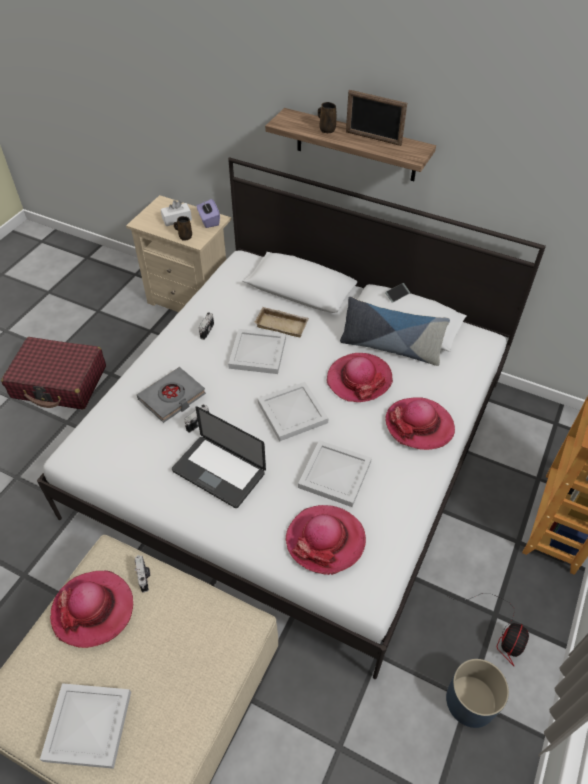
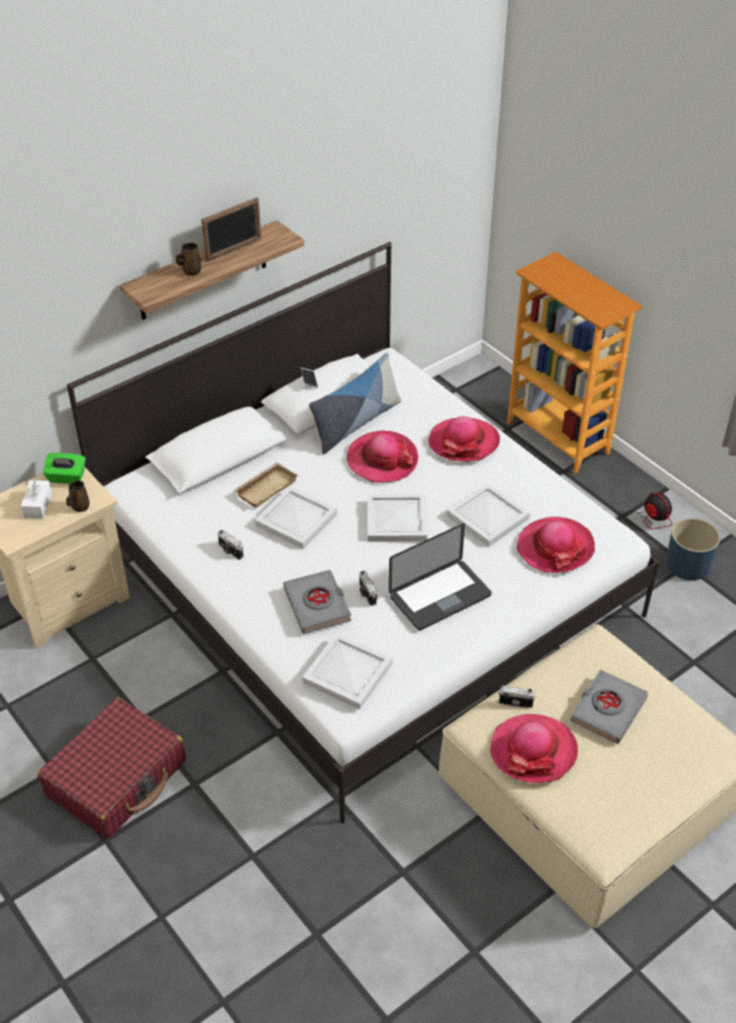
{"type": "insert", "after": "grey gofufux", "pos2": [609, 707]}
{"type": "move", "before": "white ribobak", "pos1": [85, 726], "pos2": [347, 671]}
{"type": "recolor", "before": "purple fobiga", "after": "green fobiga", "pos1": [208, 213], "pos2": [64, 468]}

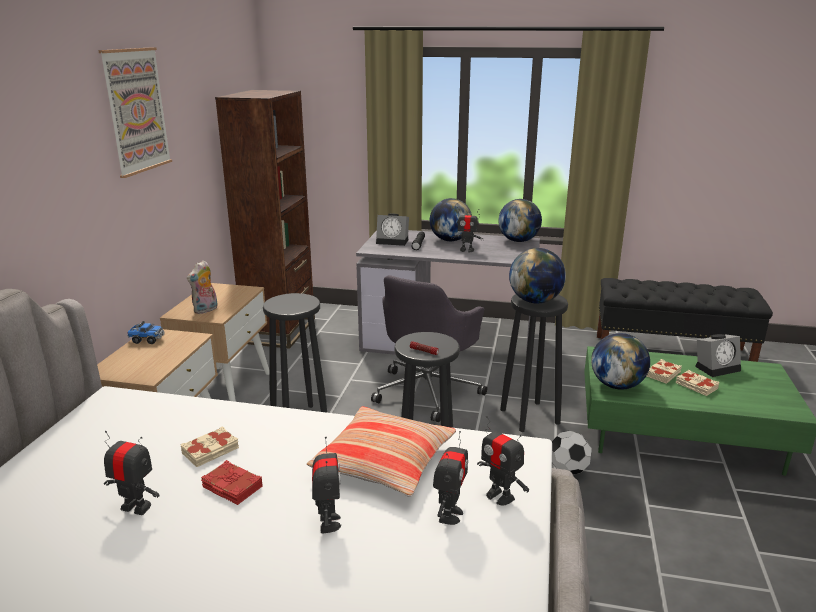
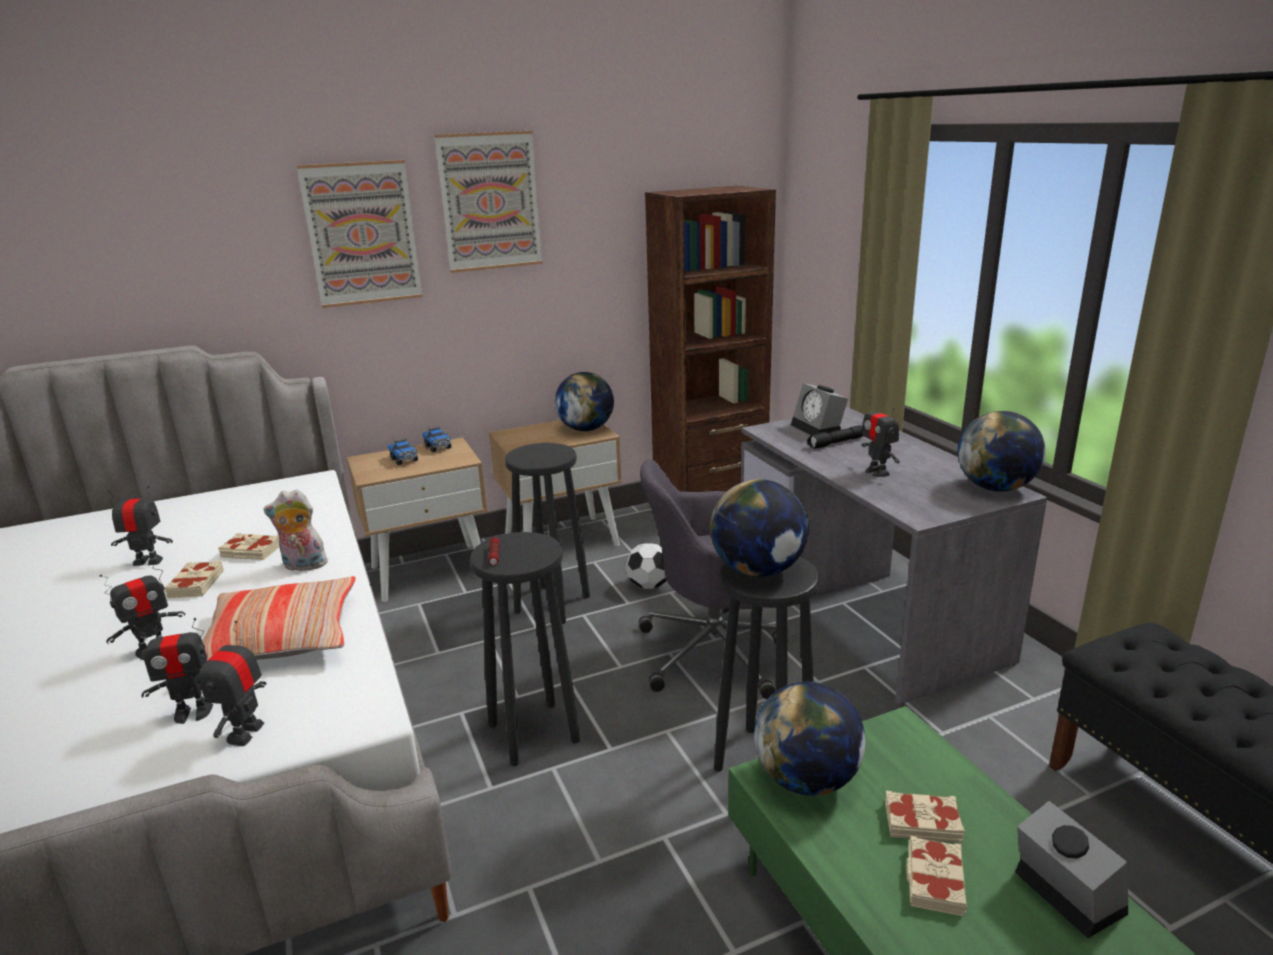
{"type": "insert", "after": "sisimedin", "pos2": [360, 234]}
{"type": "insert", "after": "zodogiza", "pos2": [403, 452]}
{"type": "move", "before": "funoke", "pos1": [202, 287], "pos2": [295, 531]}
{"type": "move", "before": "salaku", "pos1": [451, 219], "pos2": [584, 401]}
{"type": "move", "before": "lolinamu", "pos1": [572, 452], "pos2": [646, 566]}
{"type": "recolor", "before": "red gofufux", "after": "beige gofufux", "pos1": [231, 482], "pos2": [194, 579]}
{"type": "rotate", "before": "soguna", "pos1": [132, 473], "pos2": [140, 526], "turn": -75}
{"type": "rotate", "before": "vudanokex", "pos1": [718, 355], "pos2": [1071, 869], "turn": -150}

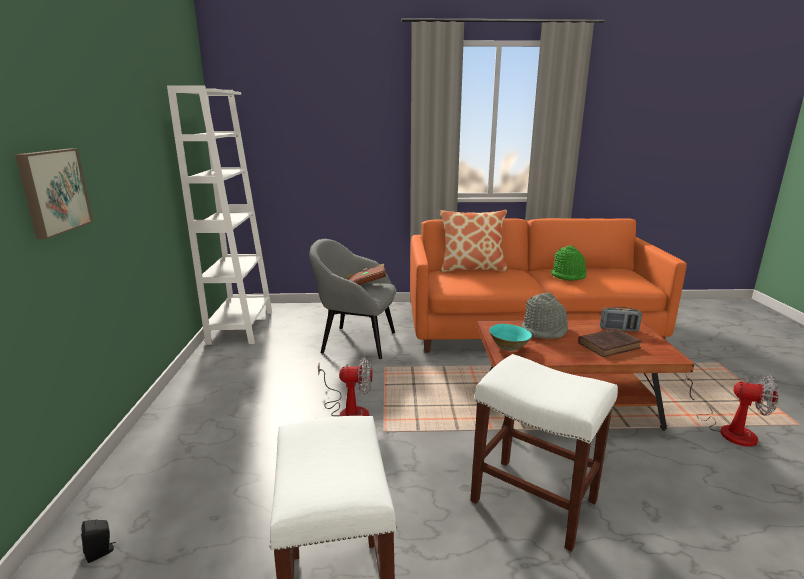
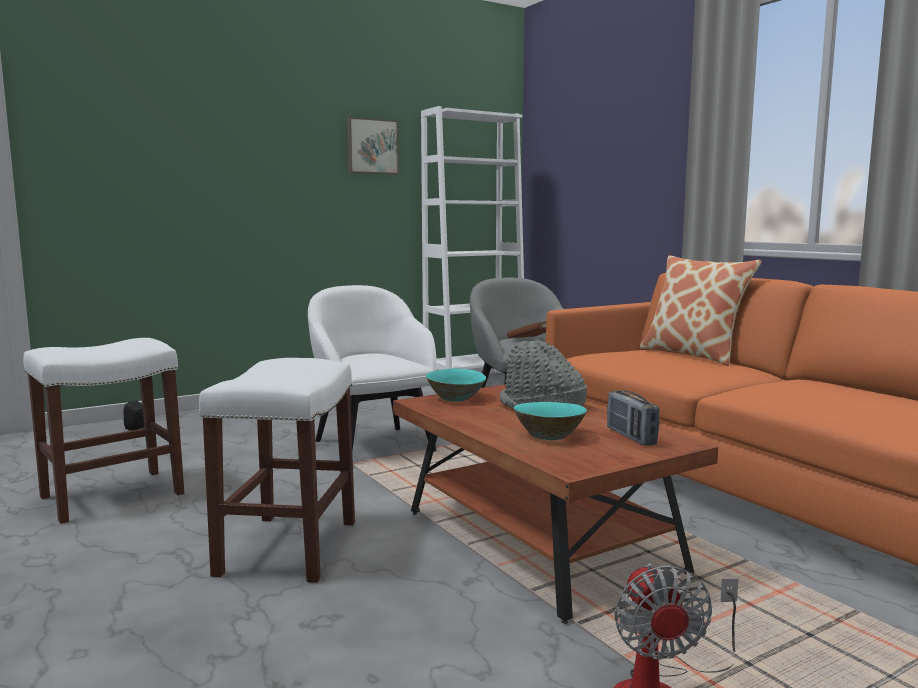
{"type": "delete", "before": "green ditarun", "pos1": [569, 262]}
{"type": "move", "before": "sisimedin", "pos1": [54, 194], "pos2": [373, 145]}
{"type": "replace", "before": "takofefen", "after": "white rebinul", "pos1": [345, 386], "pos2": [372, 368]}
{"type": "replace", "before": "brown gofufux", "after": "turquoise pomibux", "pos1": [610, 342], "pos2": [550, 421]}

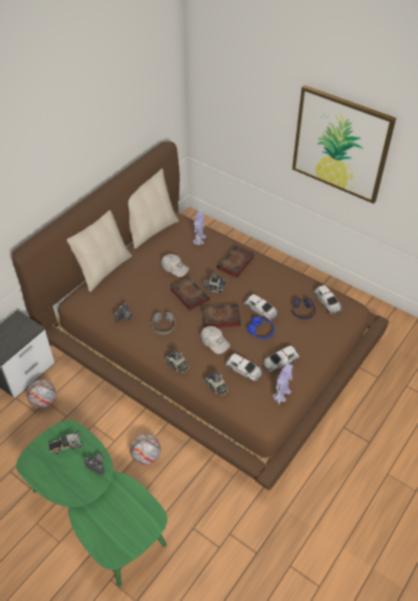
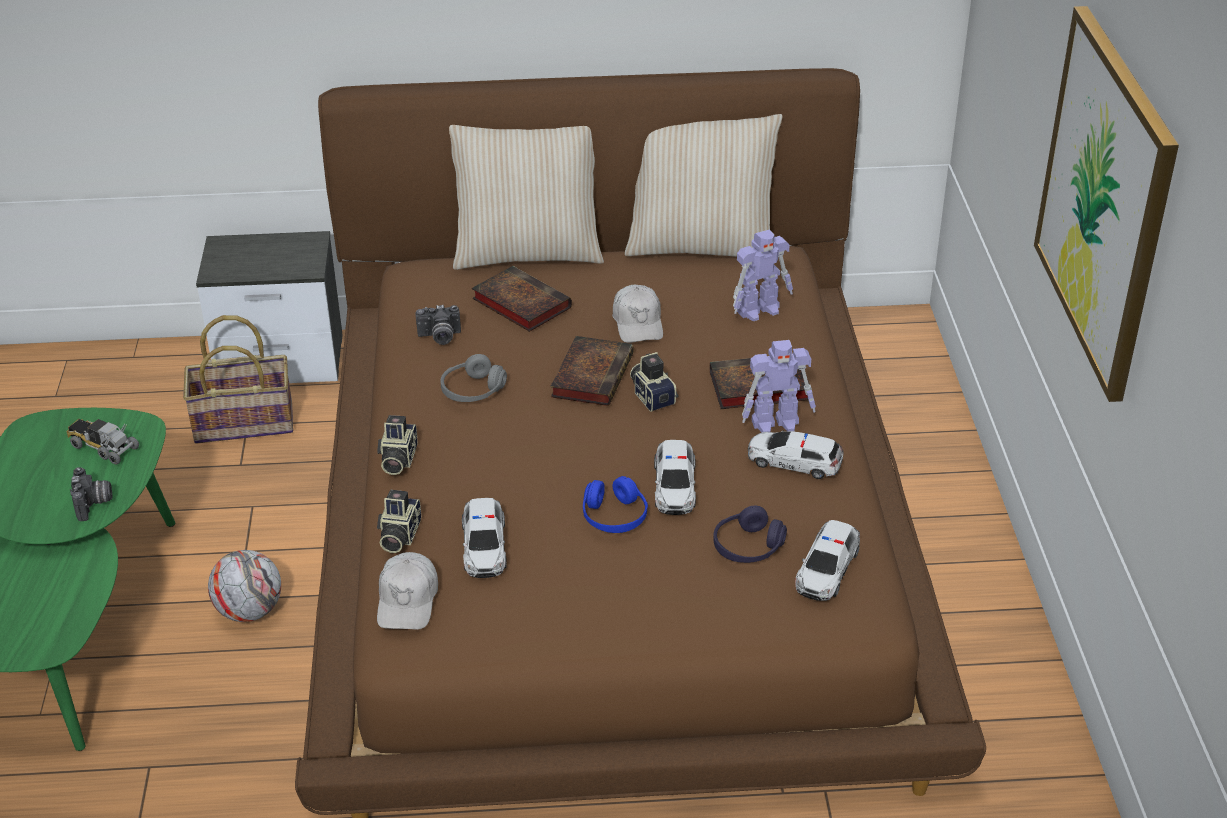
{"type": "move", "before": "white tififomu", "pos1": [215, 340], "pos2": [407, 591]}
{"type": "move", "before": "gofufux", "pos1": [221, 316], "pos2": [522, 299]}
{"type": "move", "before": "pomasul", "pos1": [281, 359], "pos2": [796, 454]}
{"type": "move", "before": "soguna", "pos1": [283, 383], "pos2": [779, 386]}
{"type": "replace", "before": "lolinamu", "after": "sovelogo", "pos1": [41, 394], "pos2": [238, 379]}

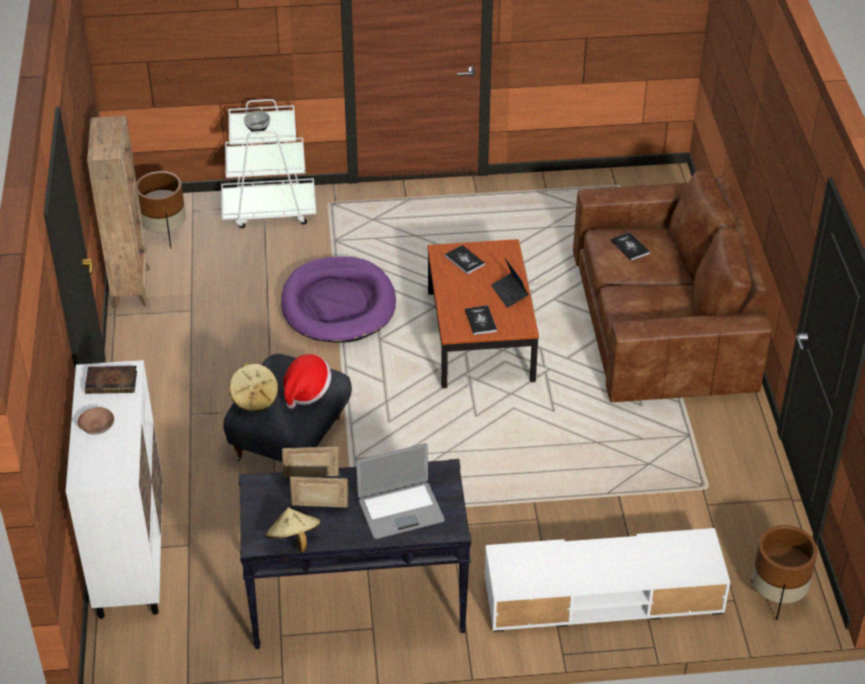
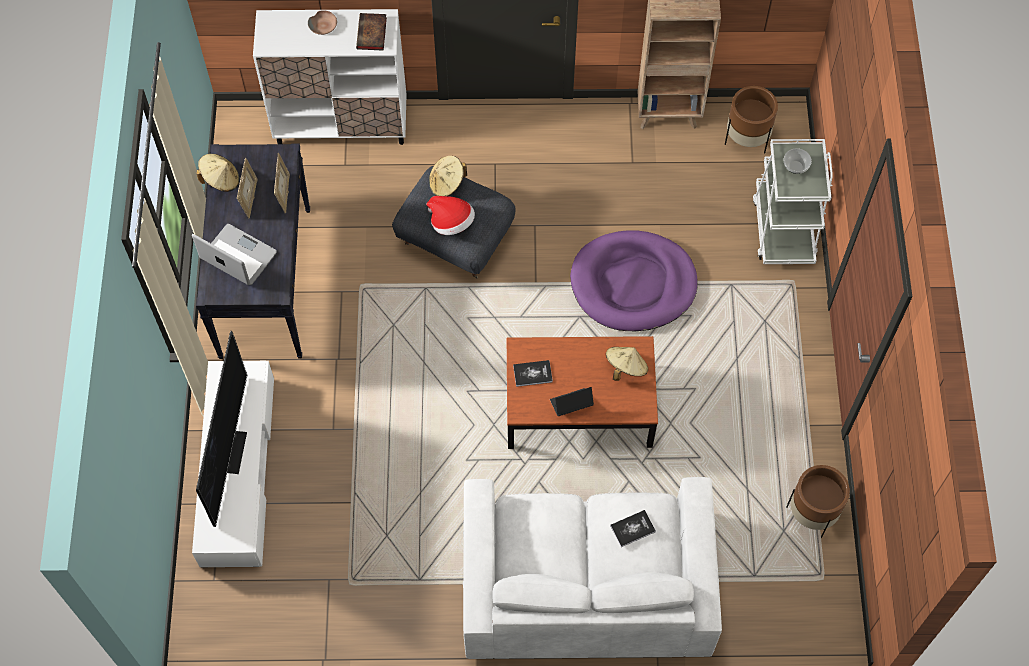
{"type": "insert", "after": "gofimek", "pos2": [221, 429]}
{"type": "move", "before": "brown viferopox", "pos1": [784, 572], "pos2": [818, 501]}
{"type": "replace", "before": "gofufux", "after": "beige ditarun", "pos1": [465, 259], "pos2": [627, 364]}
{"type": "recolor", "before": "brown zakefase", "after": "white zakefase", "pos1": [672, 286], "pos2": [592, 568]}
{"type": "rotate", "before": "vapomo", "pos1": [400, 491], "pos2": [234, 254], "turn": 135}

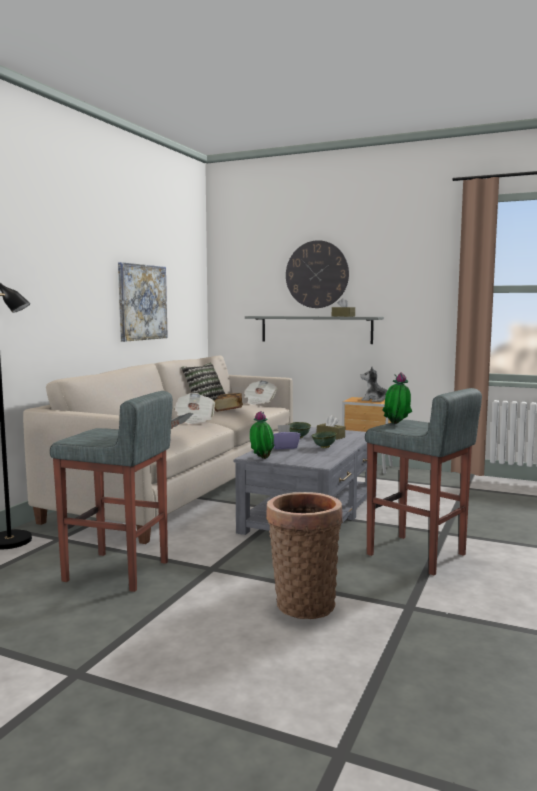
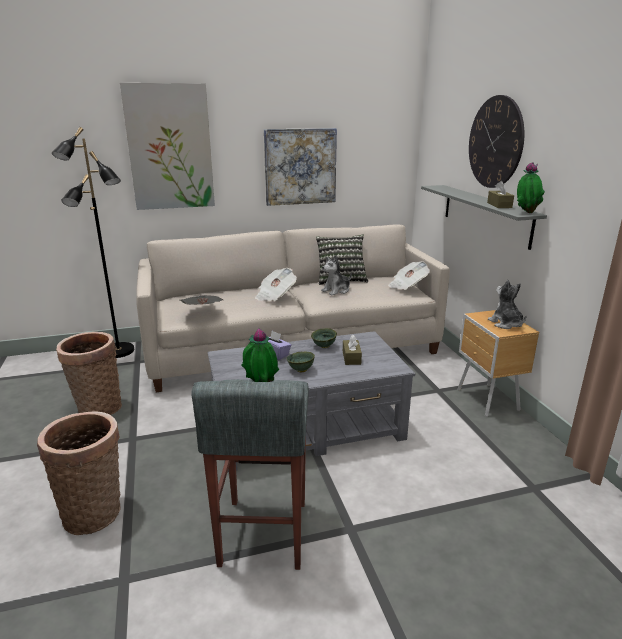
{"type": "insert", "after": "sisimedin", "pos2": [167, 146]}
{"type": "move", "before": "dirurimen", "pos1": [262, 435], "pos2": [531, 187]}
{"type": "replace", "before": "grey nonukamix", "after": "sovelogo", "pos1": [111, 491], "pos2": [89, 373]}
{"type": "replace", "before": "gofufux", "after": "funoke", "pos1": [228, 402], "pos2": [336, 275]}

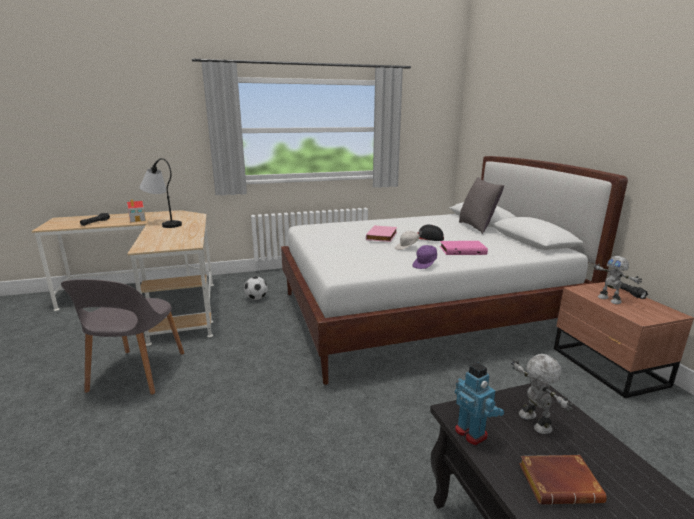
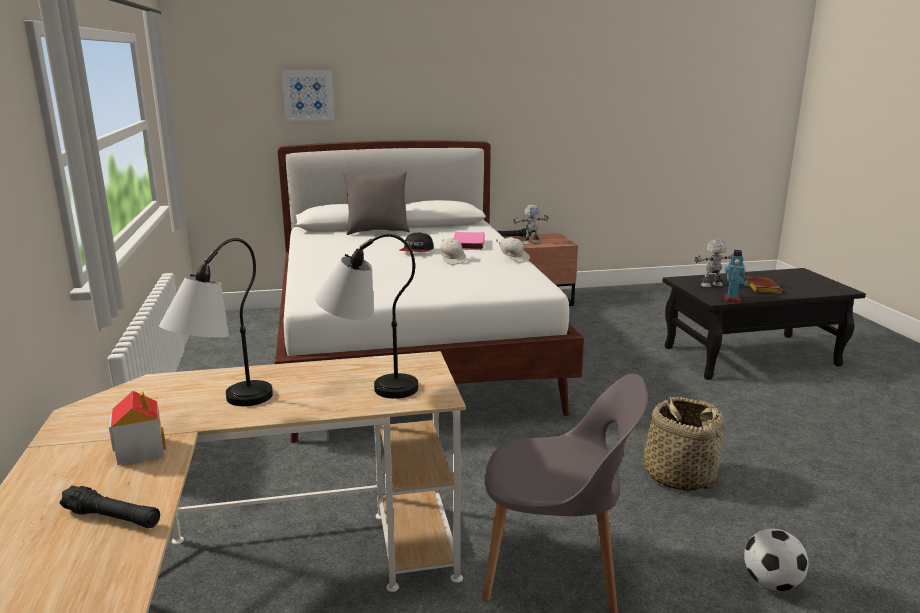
{"type": "delete", "before": "pink gofufux", "pos1": [381, 233]}
{"type": "insert", "after": "sisimedin", "pos2": [308, 95]}
{"type": "insert", "after": "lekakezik", "pos2": [366, 316]}
{"type": "insert", "after": "sovelogo", "pos2": [683, 444]}
{"type": "move", "before": "lolinamu", "pos1": [256, 288], "pos2": [776, 560]}
{"type": "recolor", "before": "purple tififomu", "after": "white tififomu", "pos1": [425, 257], "pos2": [513, 250]}
{"type": "rotate", "before": "soguna", "pos1": [479, 404], "pos2": [736, 276], "turn": 135}

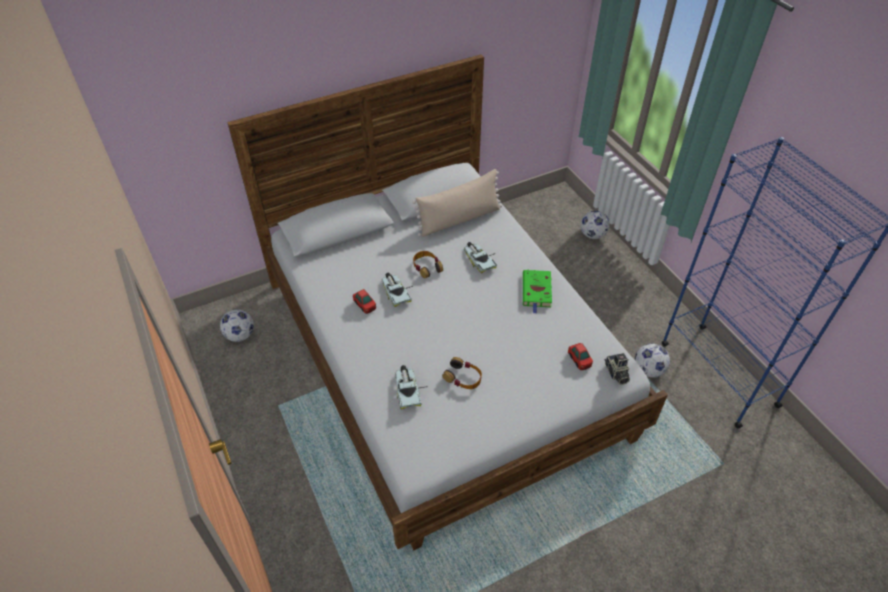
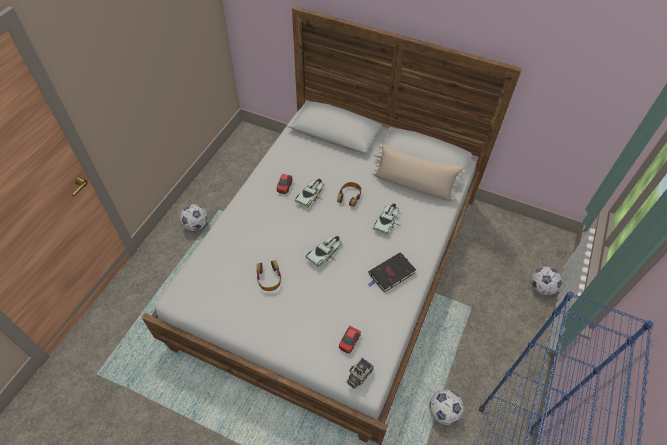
{"type": "move", "before": "lolinamu", "pos1": [237, 325], "pos2": [194, 217]}
{"type": "move", "before": "pomasul", "pos1": [411, 387], "pos2": [323, 251]}
{"type": "recolor", "before": "green gofufux", "after": "black gofufux", "pos1": [537, 292], "pos2": [391, 272]}

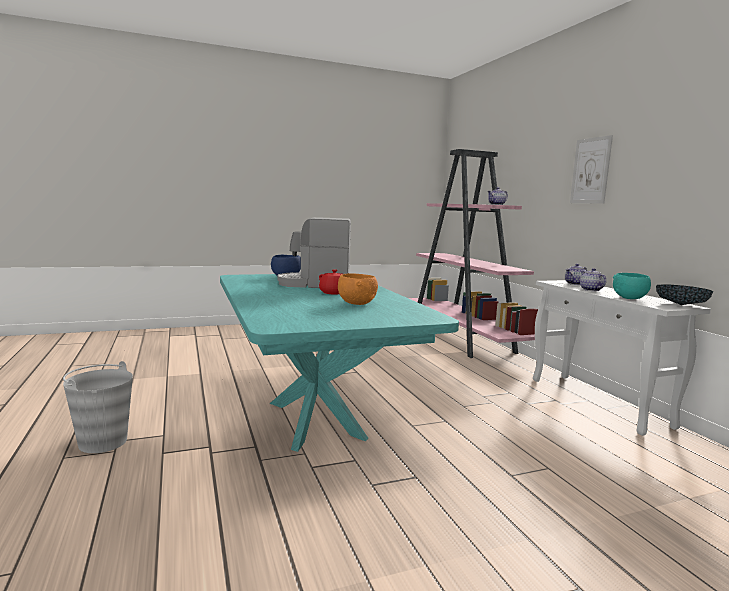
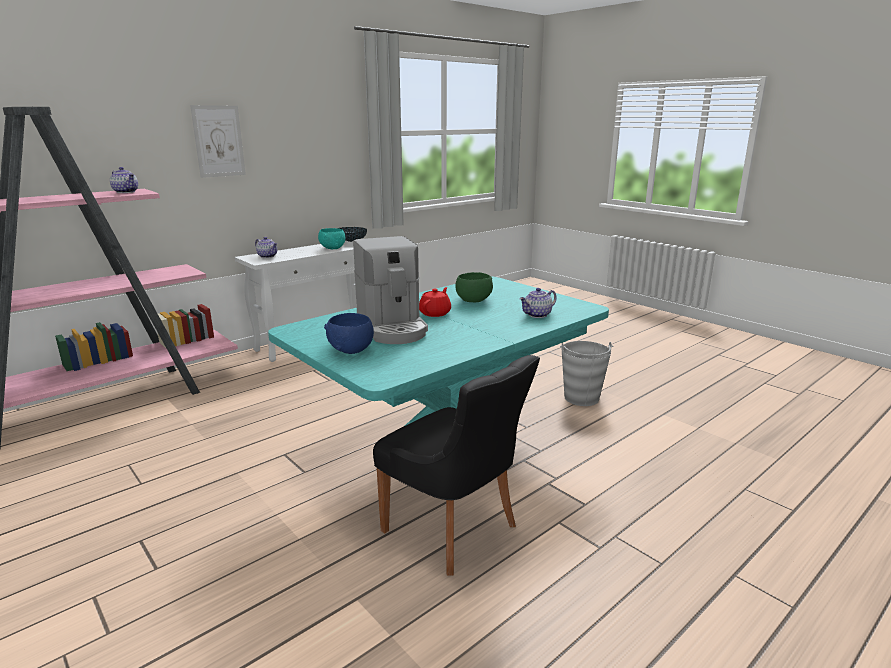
{"type": "insert", "after": "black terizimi", "pos2": [456, 465]}
{"type": "move", "before": "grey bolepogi", "pos1": [98, 407], "pos2": [587, 373]}
{"type": "move", "before": "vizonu", "pos1": [593, 279], "pos2": [538, 303]}
{"type": "recolor", "before": "orange pomibux", "after": "green pomibux", "pos1": [358, 289], "pos2": [474, 287]}

